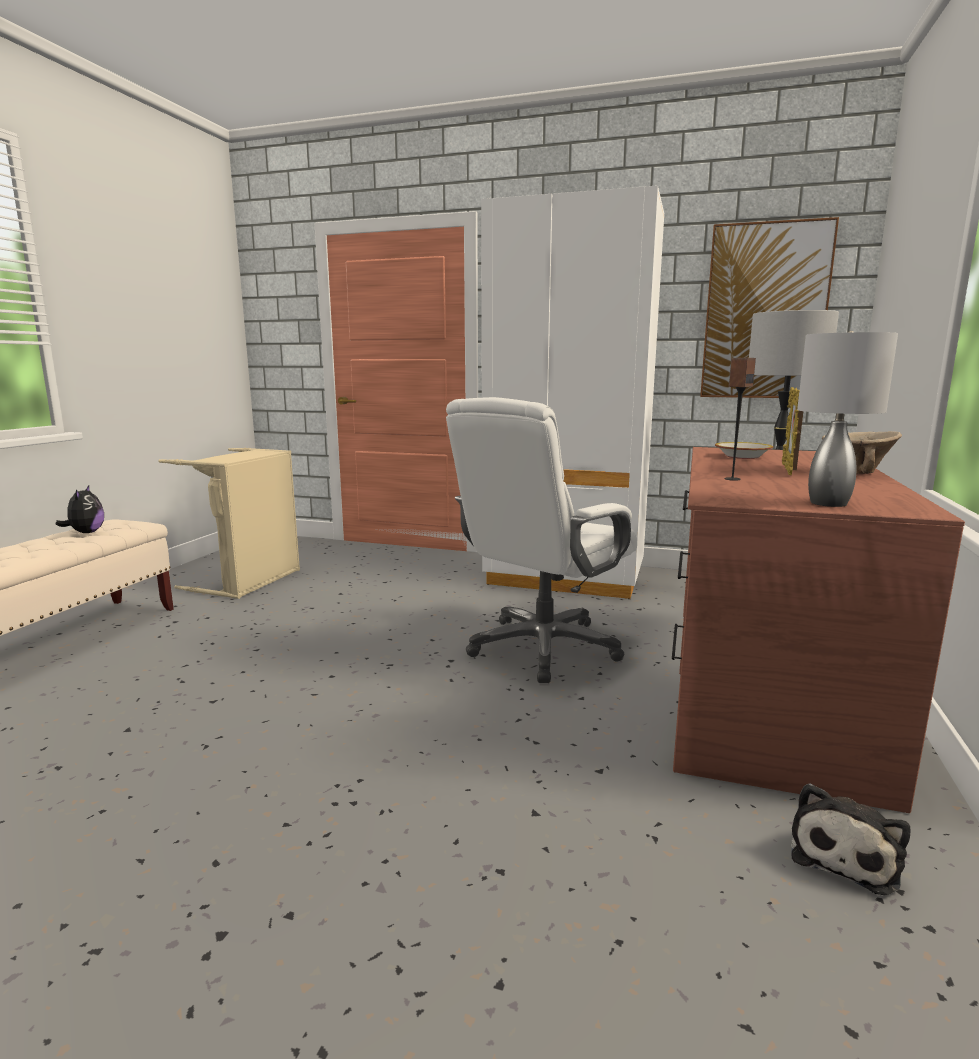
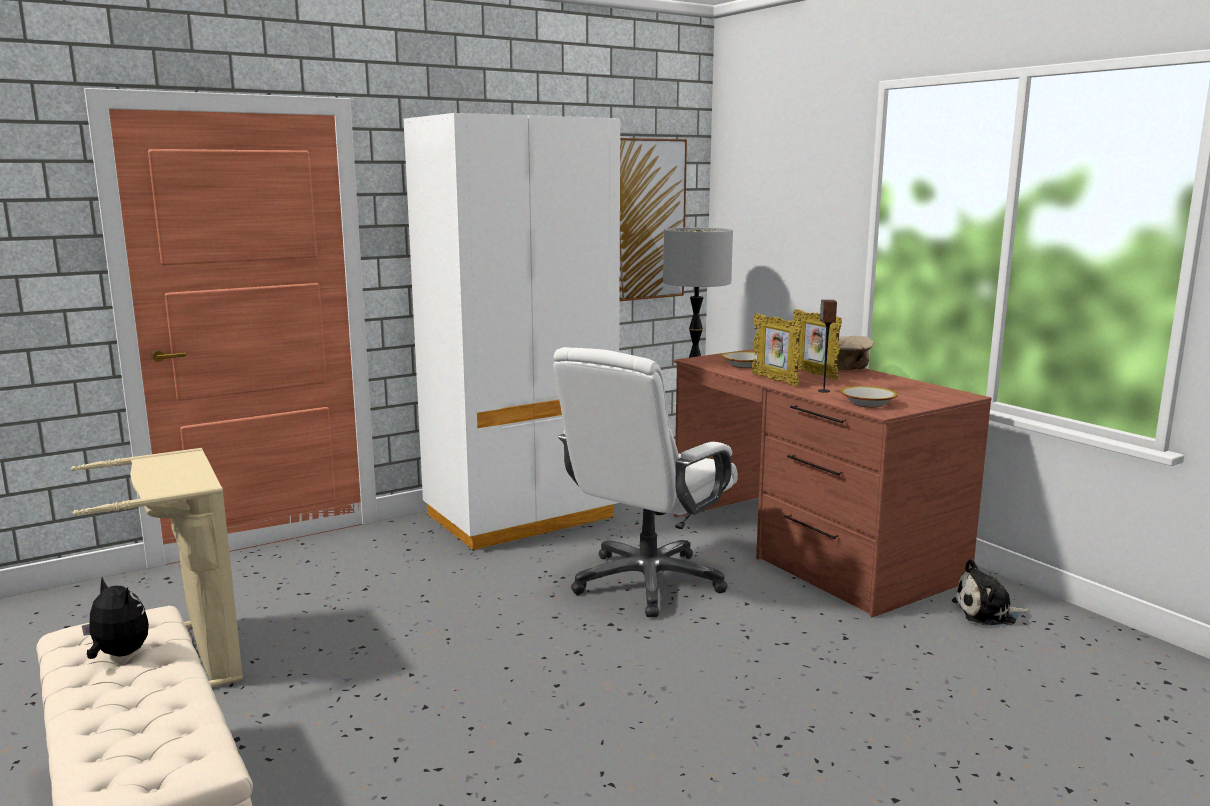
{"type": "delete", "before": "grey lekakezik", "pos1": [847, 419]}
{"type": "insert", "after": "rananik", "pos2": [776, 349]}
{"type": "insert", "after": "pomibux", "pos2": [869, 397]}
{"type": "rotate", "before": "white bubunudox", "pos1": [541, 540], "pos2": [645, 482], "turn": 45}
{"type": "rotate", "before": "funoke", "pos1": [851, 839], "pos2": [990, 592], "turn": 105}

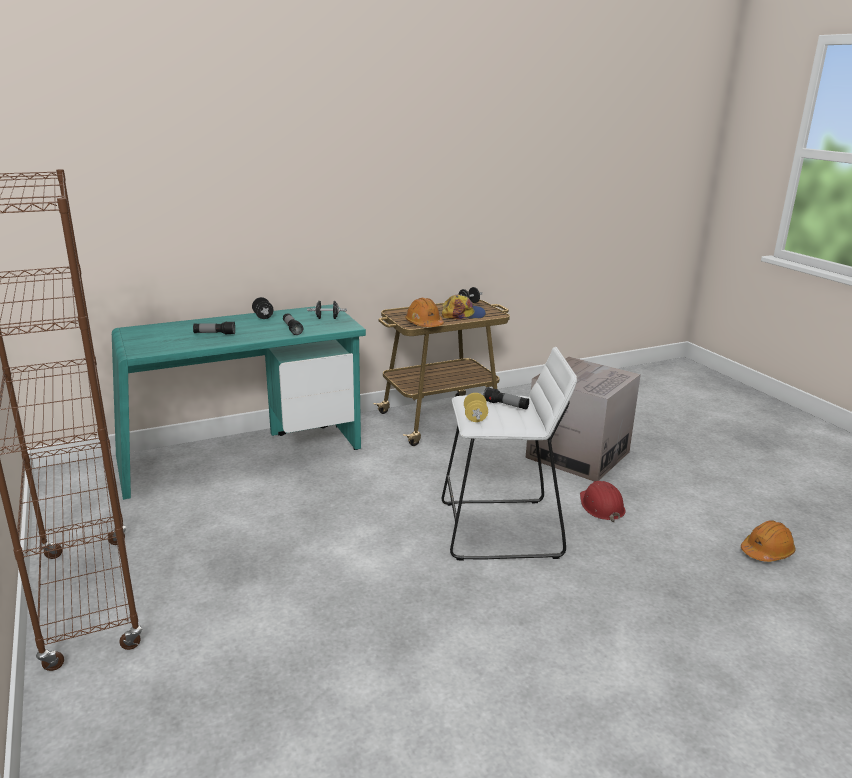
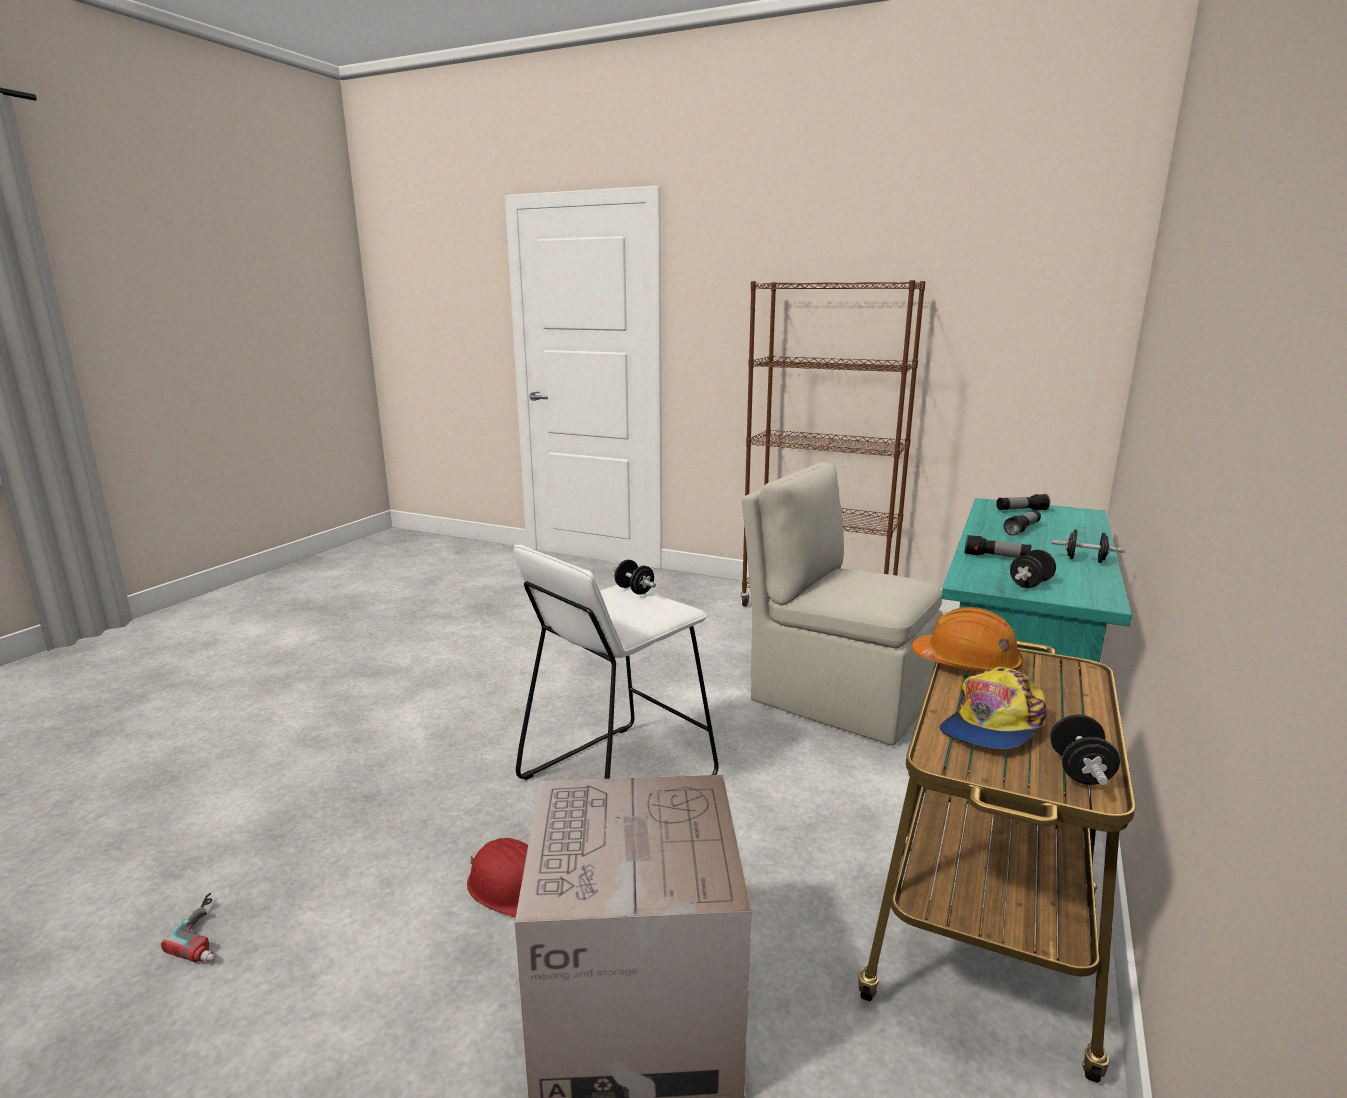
{"type": "insert", "after": "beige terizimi", "pos2": [842, 604]}
{"type": "move", "before": "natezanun", "pos1": [506, 398], "pos2": [1023, 502]}
{"type": "replace", "before": "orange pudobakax", "after": "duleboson", "pos1": [768, 541], "pos2": [188, 927]}
{"type": "recolor", "before": "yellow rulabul", "after": "black rulabul", "pos1": [476, 407], "pos2": [634, 577]}

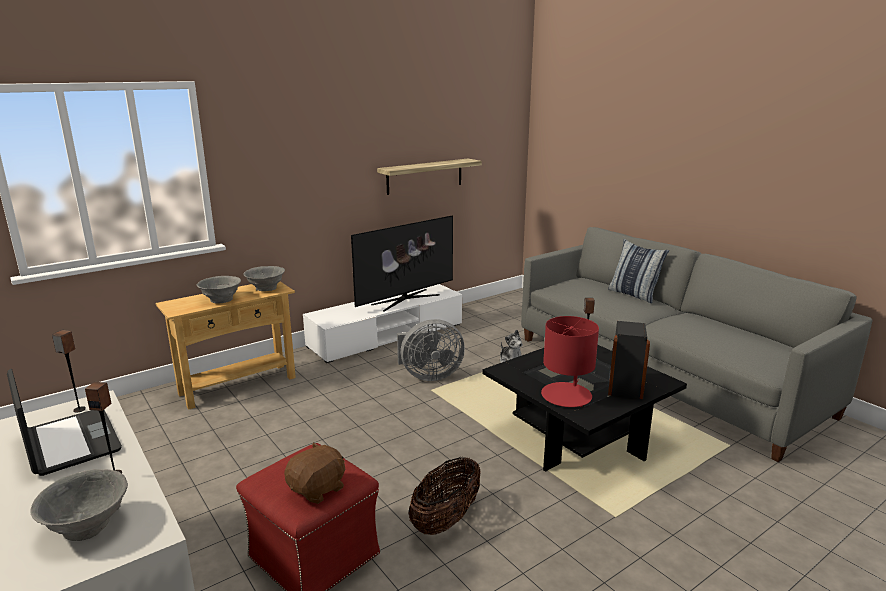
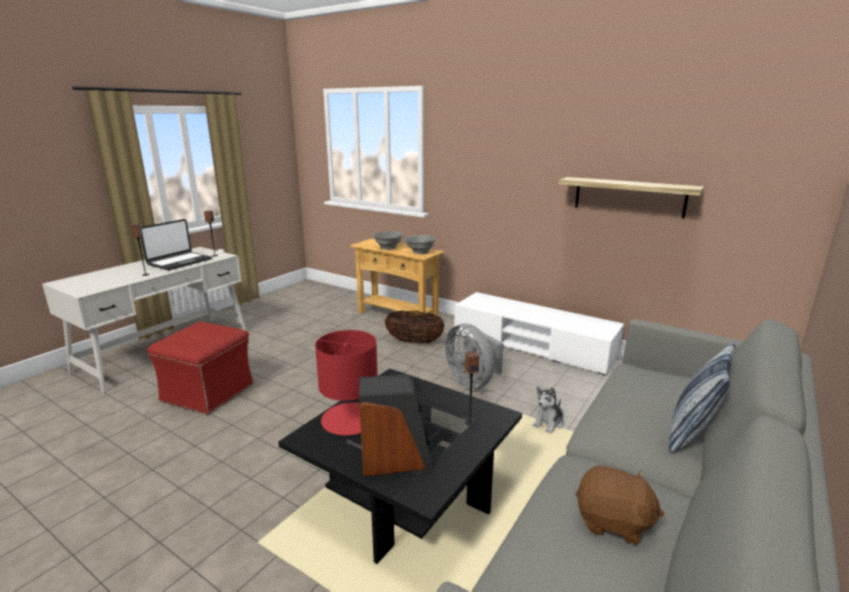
{"type": "delete", "before": "grey pomibux", "pos1": [79, 505]}
{"type": "delete", "before": "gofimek", "pos1": [402, 263]}
{"type": "move", "before": "brown funoke", "pos1": [314, 473], "pos2": [620, 504]}
{"type": "move", "before": "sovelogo", "pos1": [444, 496], "pos2": [415, 327]}

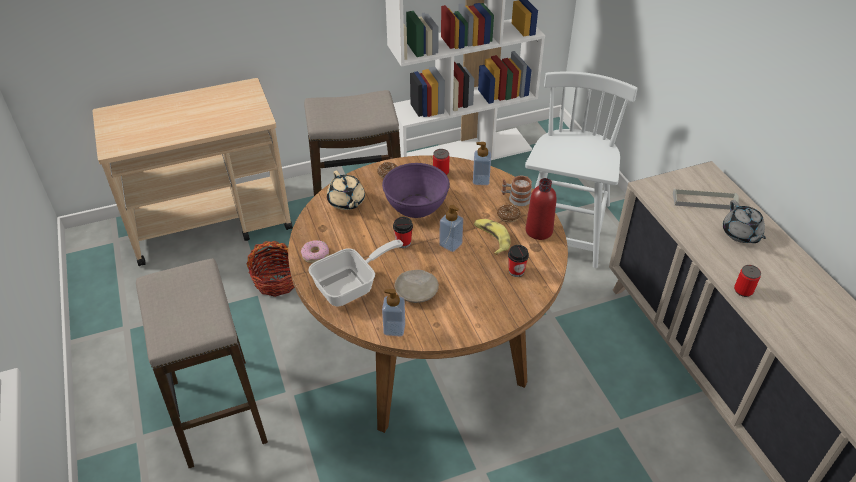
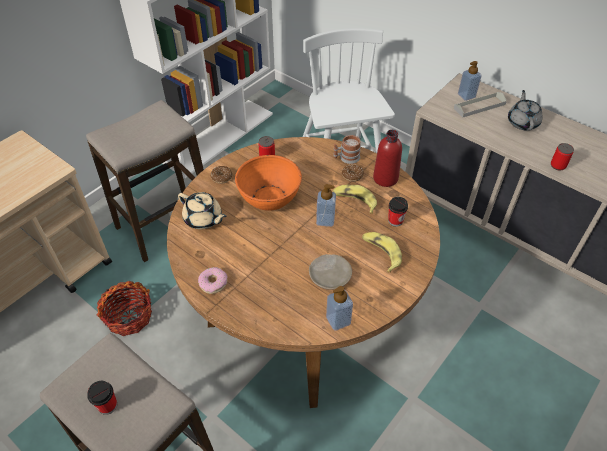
{"type": "delete", "before": "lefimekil", "pos1": [355, 273]}
{"type": "insert", "after": "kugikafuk", "pos2": [382, 252]}
{"type": "move", "before": "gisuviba", "pos1": [403, 232], "pos2": [102, 398]}
{"type": "move", "before": "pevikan", "pos1": [482, 163], "pos2": [470, 81]}
{"type": "recolor", "before": "purple pomibux", "after": "orange pomibux", "pos1": [416, 190], "pos2": [268, 183]}
{"type": "rotate", "before": "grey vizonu", "pos1": [744, 221], "pos2": [525, 110], "turn": -135}

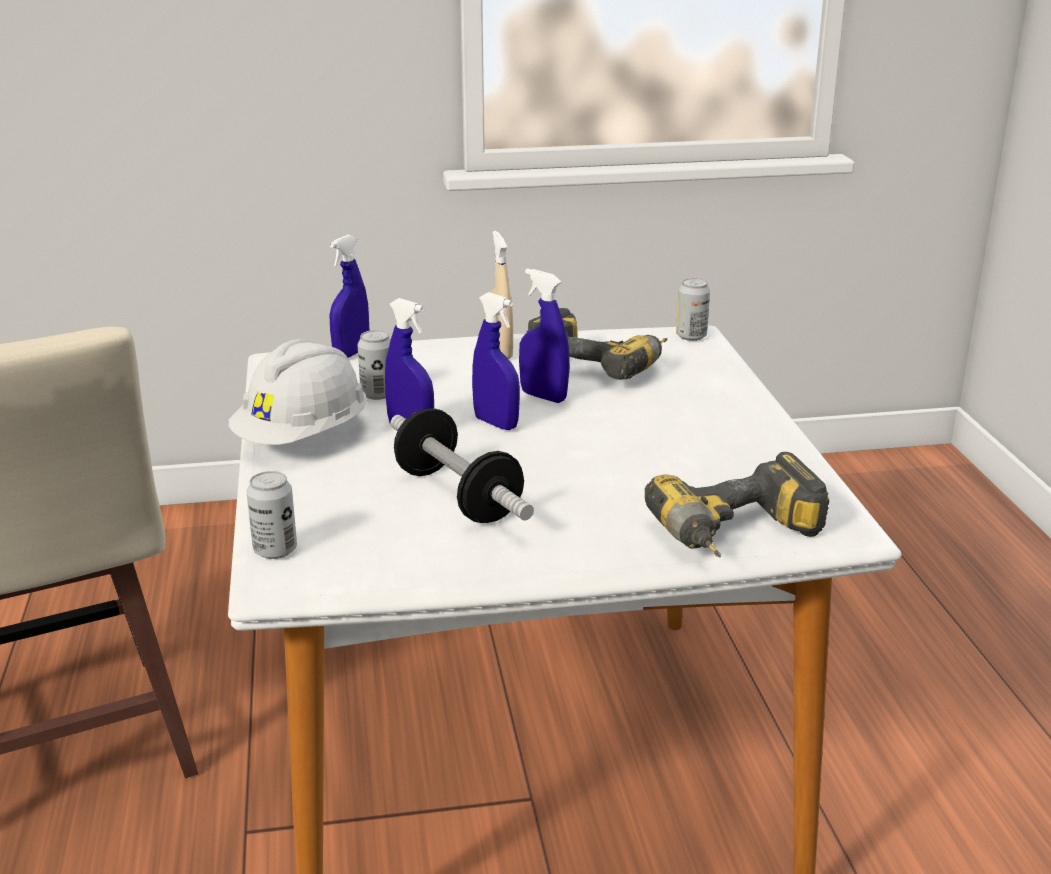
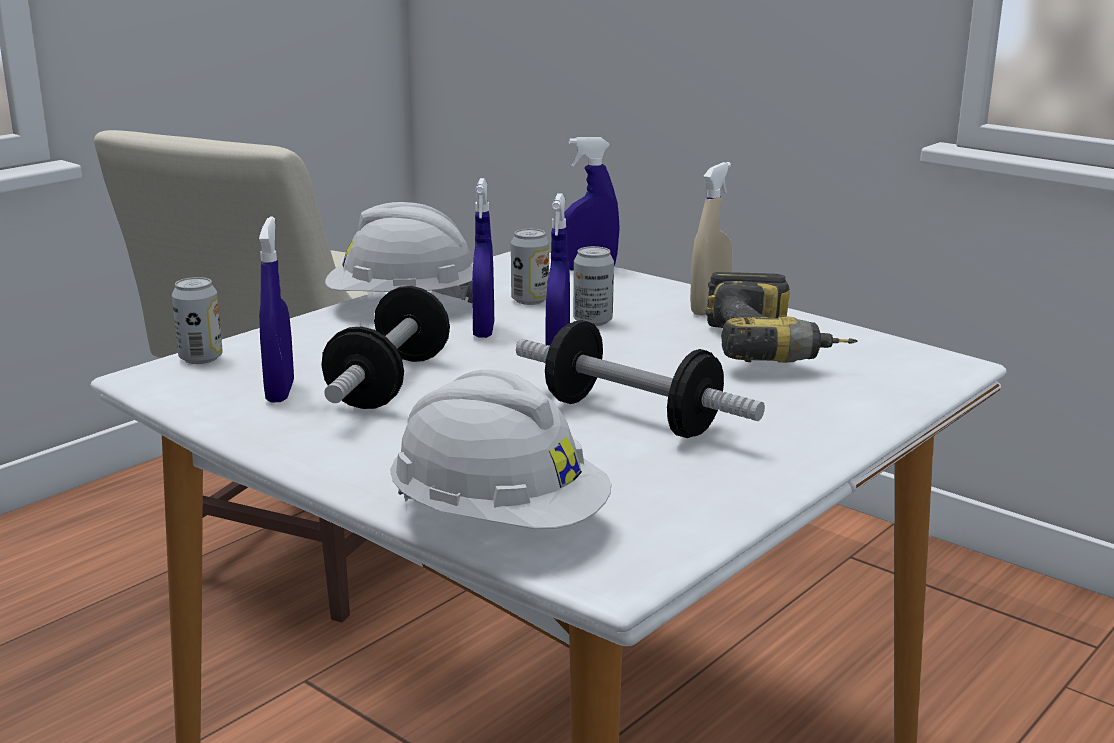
{"type": "insert", "after": "rulabul", "pos2": [640, 379]}
{"type": "move", "before": "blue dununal", "pos1": [544, 336], "pos2": [276, 310]}
{"type": "move", "before": "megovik", "pos1": [693, 309], "pos2": [593, 286]}
{"type": "replace", "before": "duleboson", "after": "white pudobakax", "pos1": [737, 505], "pos2": [501, 449]}

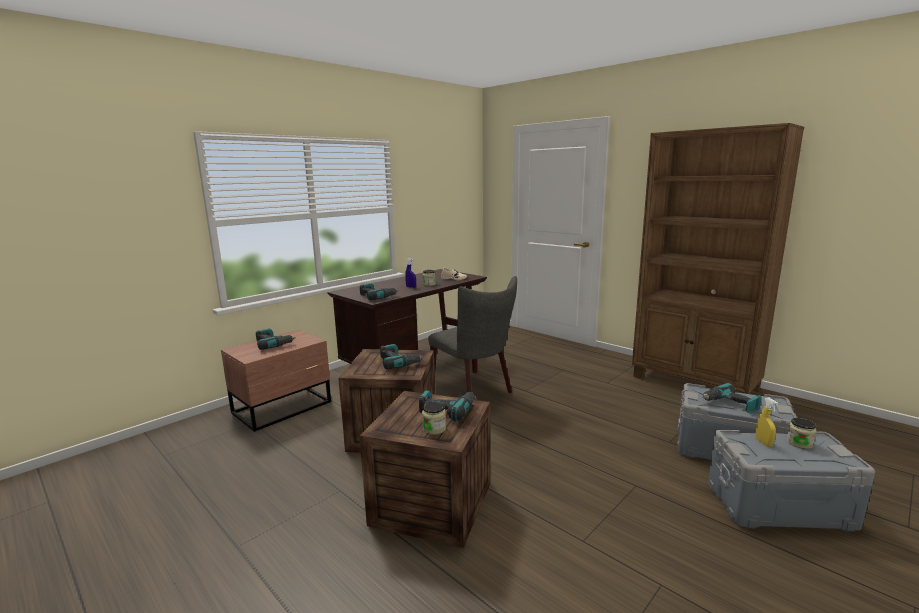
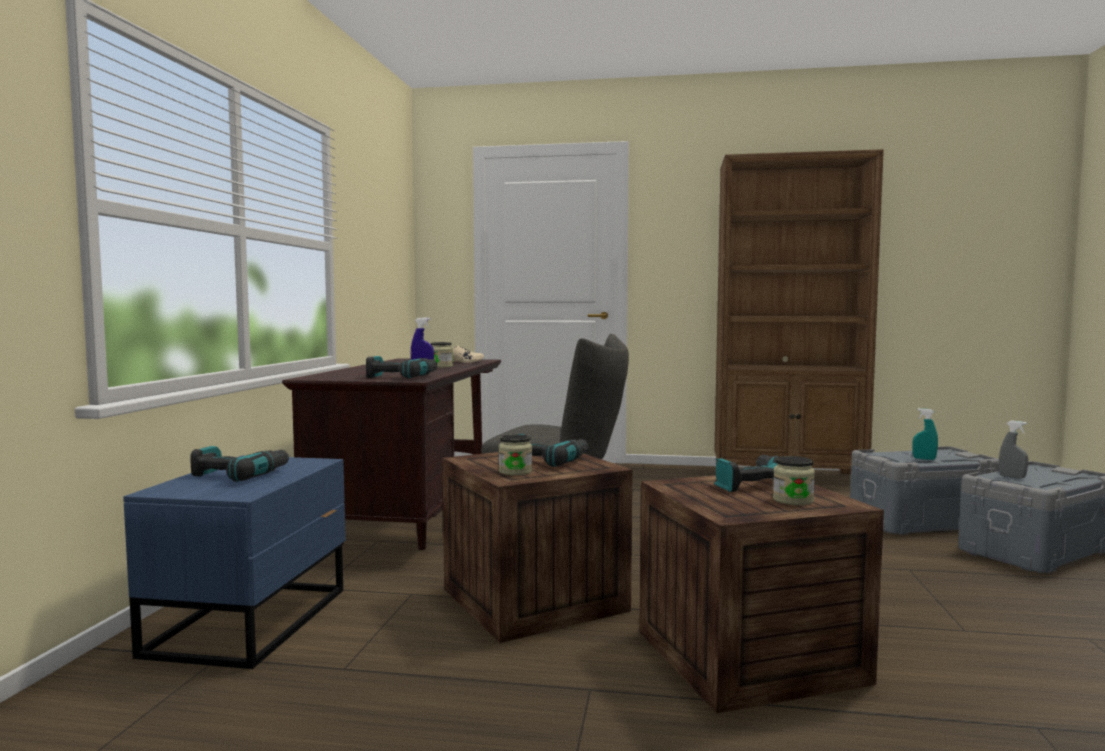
{"type": "move", "before": "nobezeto", "pos1": [802, 433], "pos2": [515, 455]}
{"type": "replace", "before": "duleboson", "after": "turquoise dununal", "pos1": [731, 398], "pos2": [925, 434]}
{"type": "recolor", "before": "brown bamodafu", "after": "blue bamodafu", "pos1": [276, 381], "pos2": [234, 562]}
{"type": "recolor", "before": "yellow dununal", "after": "grey dununal", "pos1": [766, 422], "pos2": [1013, 449]}

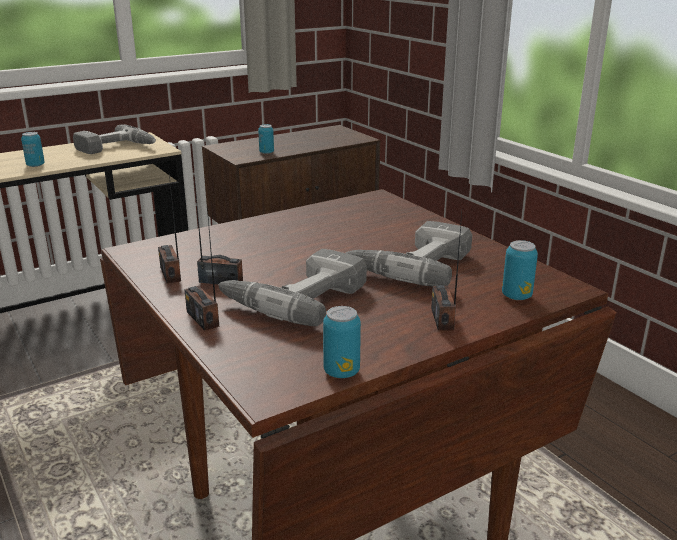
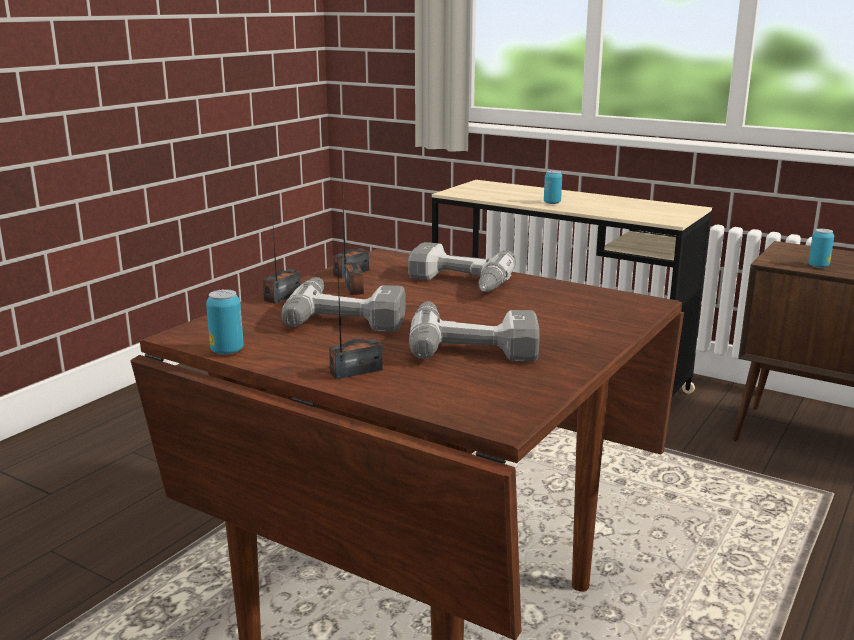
{"type": "delete", "before": "megovik", "pos1": [520, 270]}
{"type": "move", "before": "duleboson", "pos1": [114, 139], "pos2": [462, 267]}

